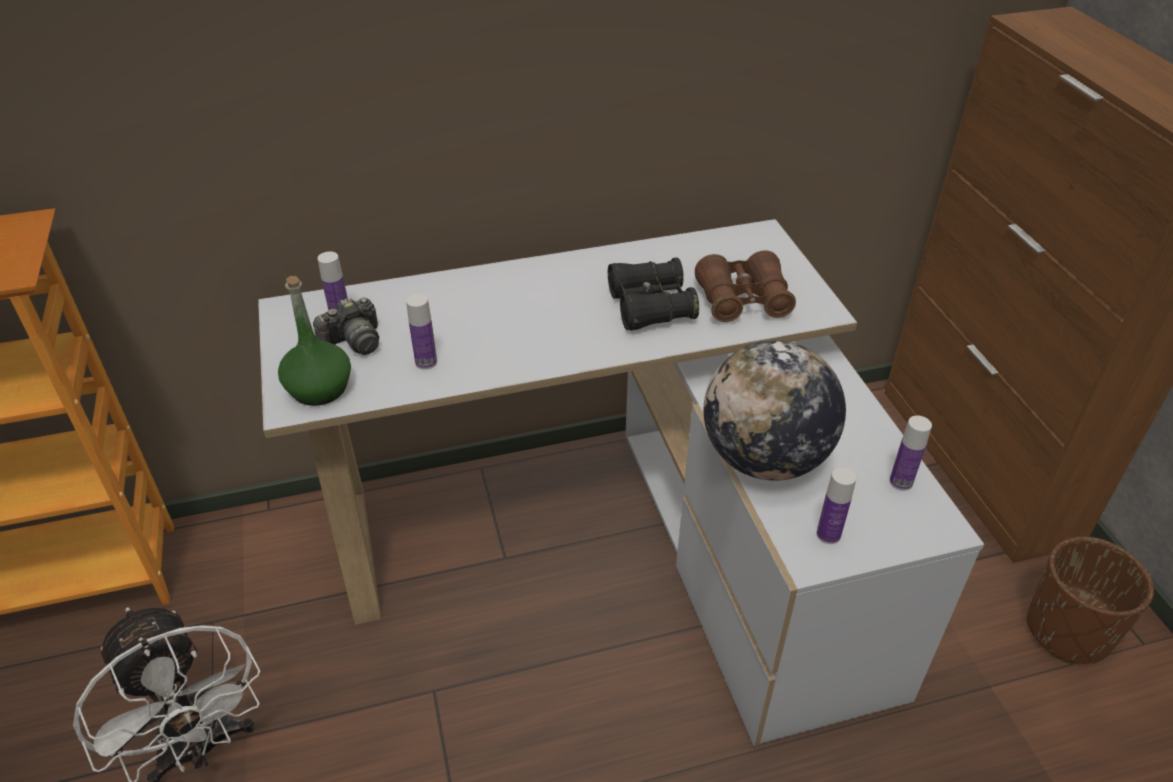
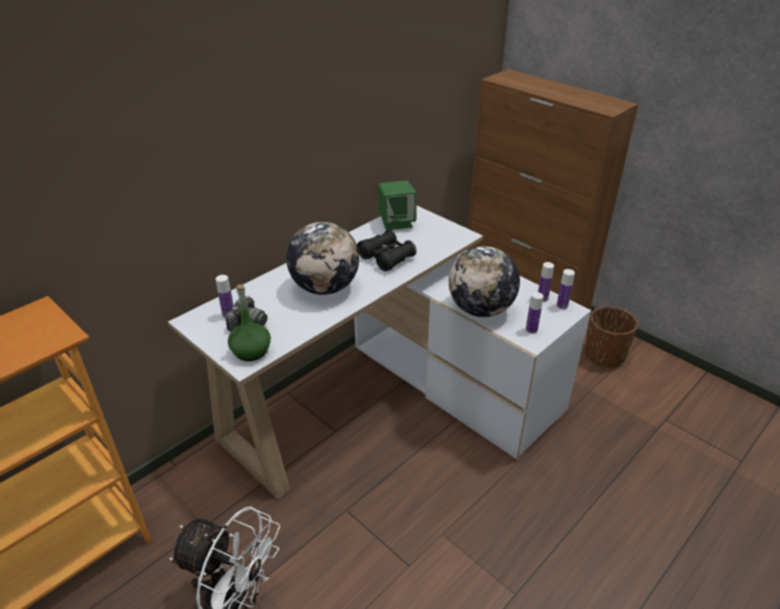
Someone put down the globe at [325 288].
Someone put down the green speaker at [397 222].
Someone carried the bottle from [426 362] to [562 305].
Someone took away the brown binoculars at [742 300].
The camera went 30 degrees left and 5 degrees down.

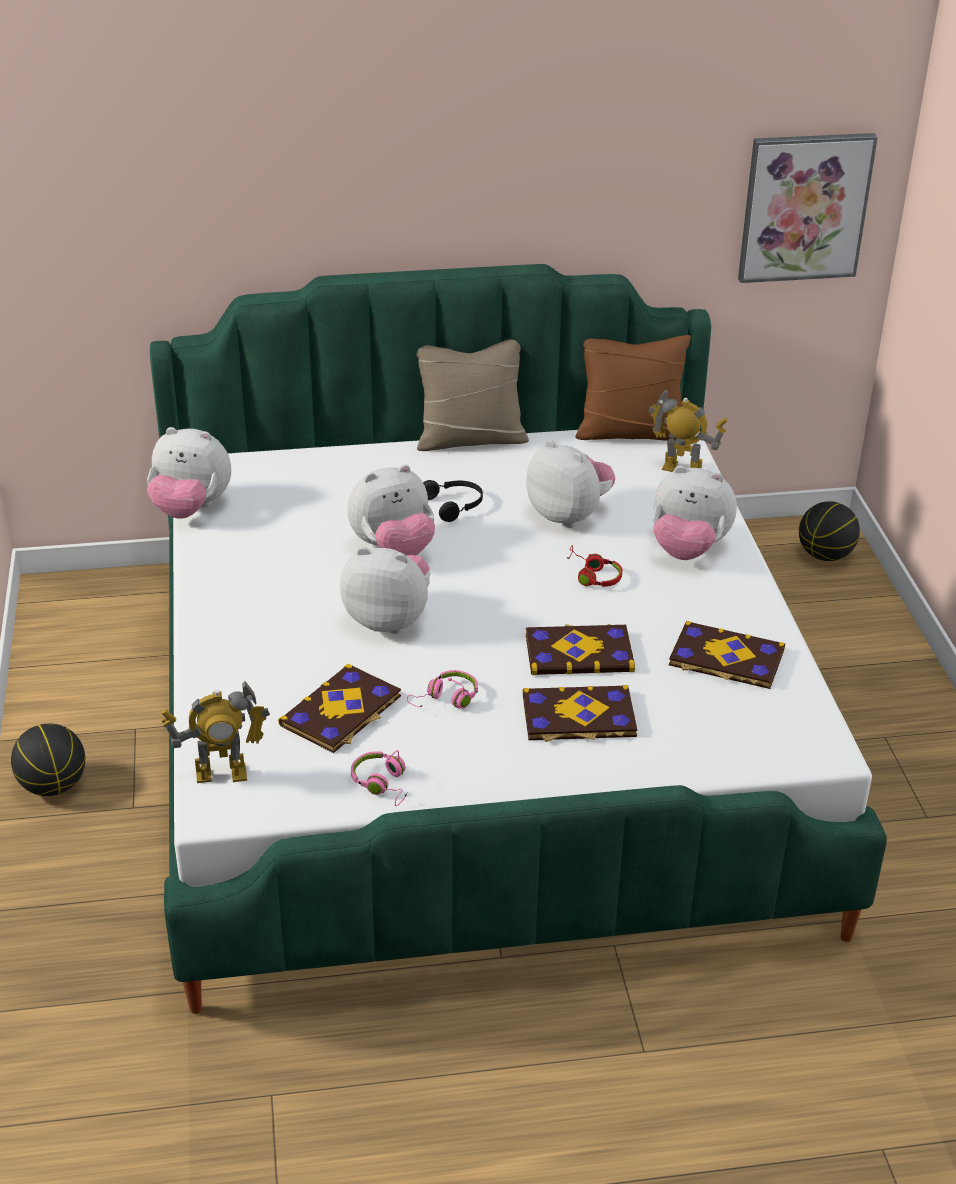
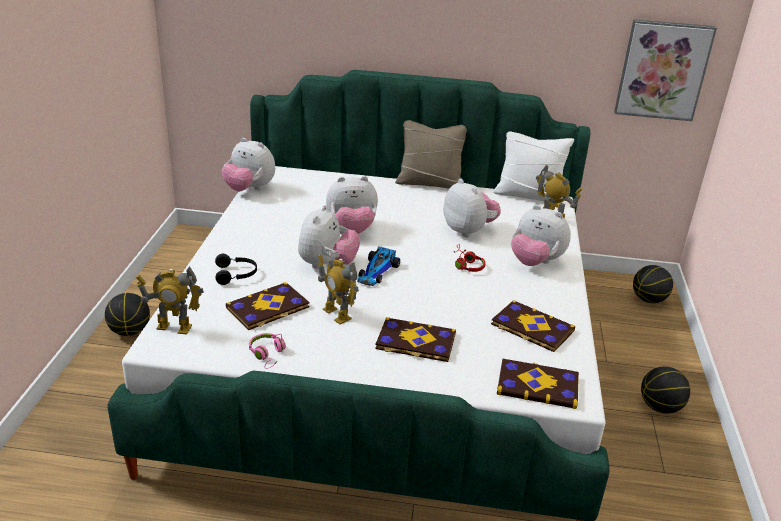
Someone carried the black headphones from [455 505] to [236 274].
Someone rotated the plush toy at [389 620] by 75 degrees clockwise.
Someone swapped the pink headphones at [446 699] for the toy robot at [336 314].
Someone put down the toy car at [377 272].
Someone repainted the brown pillow at [630 432], which became the white pillow at [528 195].
Someone carried the book from [579 652] to [537 385].
Someone put down the basketball at [660 407].
The camera went 15 degrees right and 5 degrees down.

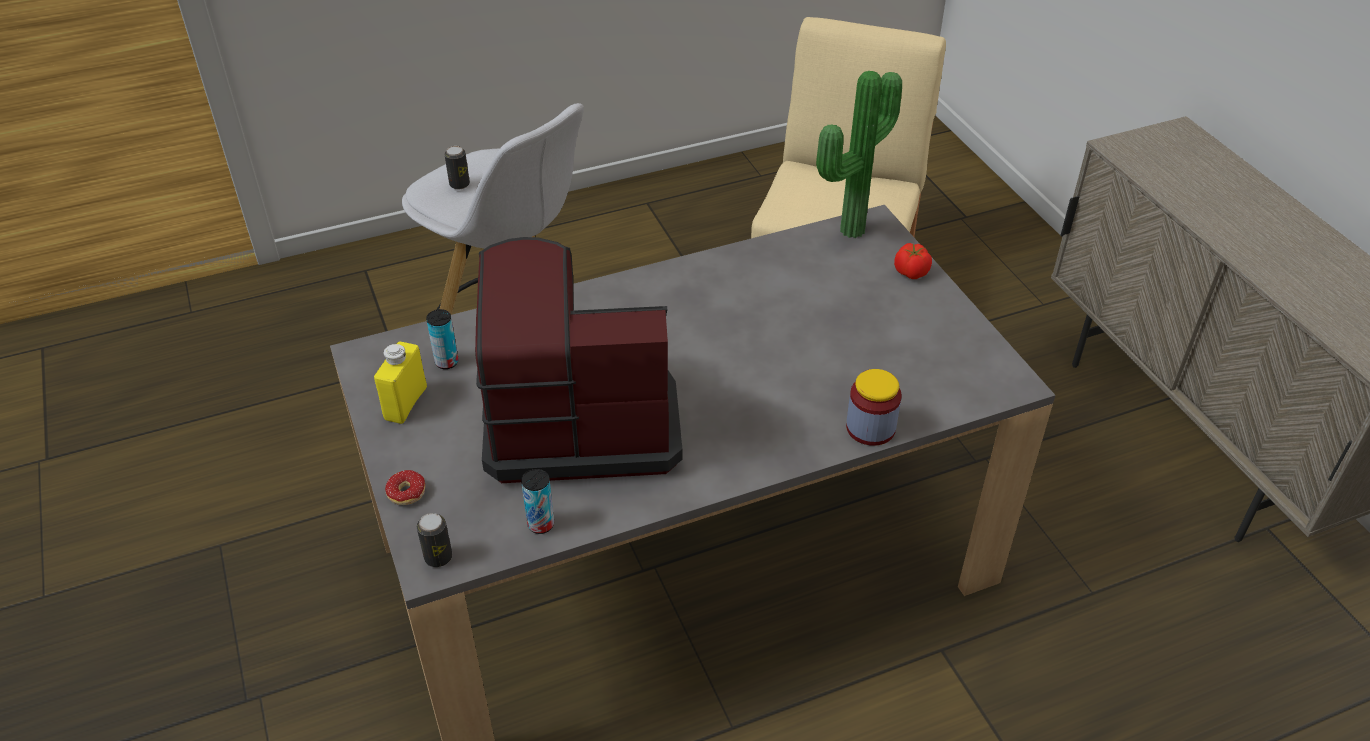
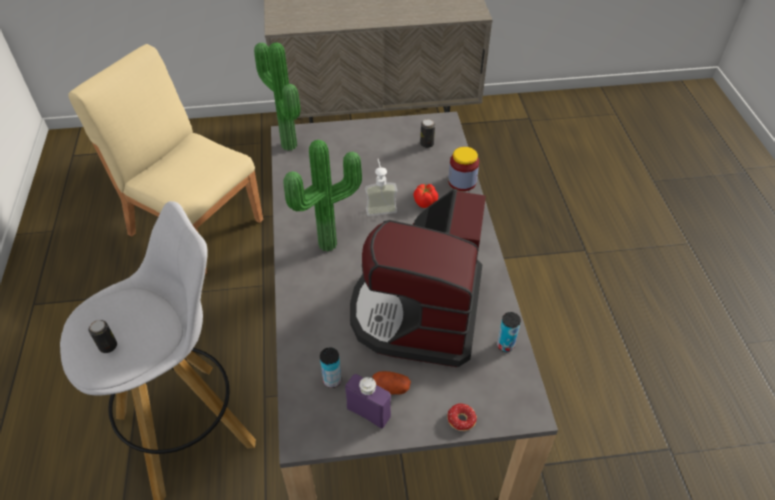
Someone put down the potted plant at [330 246].
Someone repainted the yellow bottle at [405 403], which became the purple bottle at [368 412].
Someone put down the soap dispenser at [380 206].
Someone put down the potato at [390 388].
Someone carried the tomato from [911 273] to [425 203].
Someone carried the can from [438 557] to [427 144].
The camera went 75 degrees left and 5 degrees up.

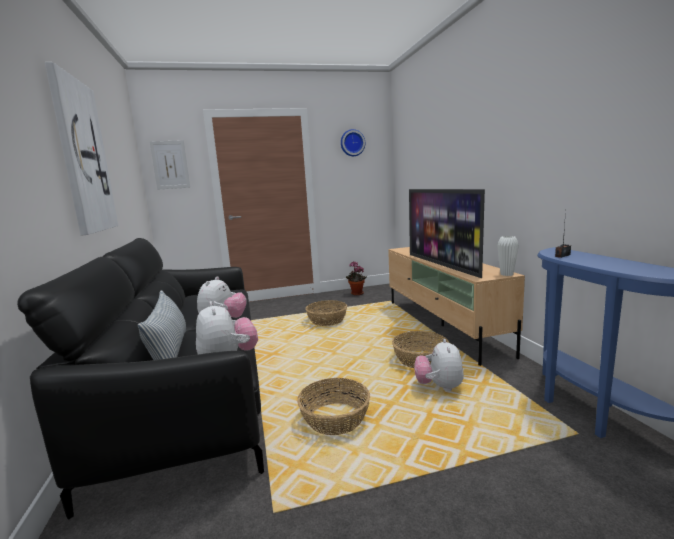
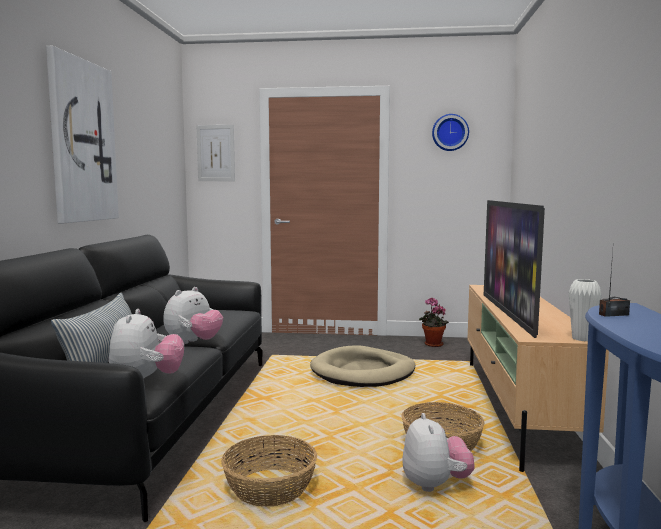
Someone swapped the basket at [327 320] for the beige dog bed at [363 372].
Someone rotated the plush toy at [439 387] by 150 degrees clockwise.
The camera went 20 degrees right and 5 degrees down.

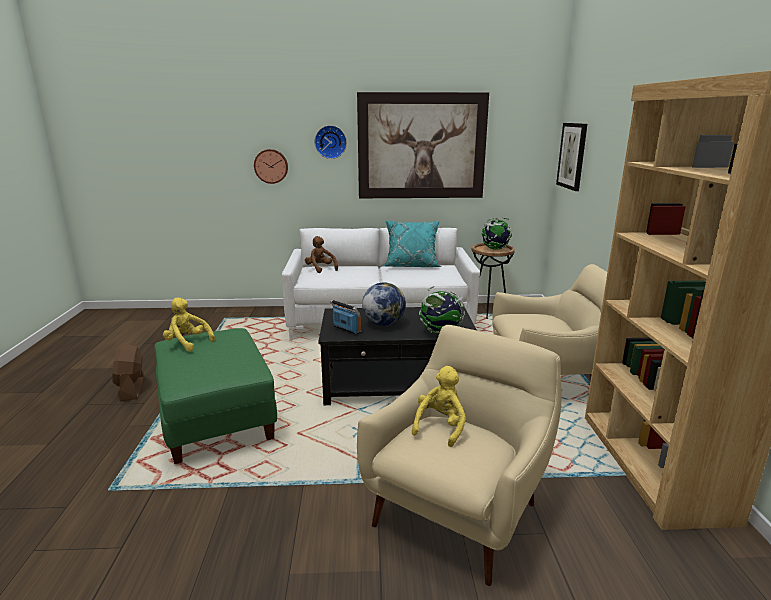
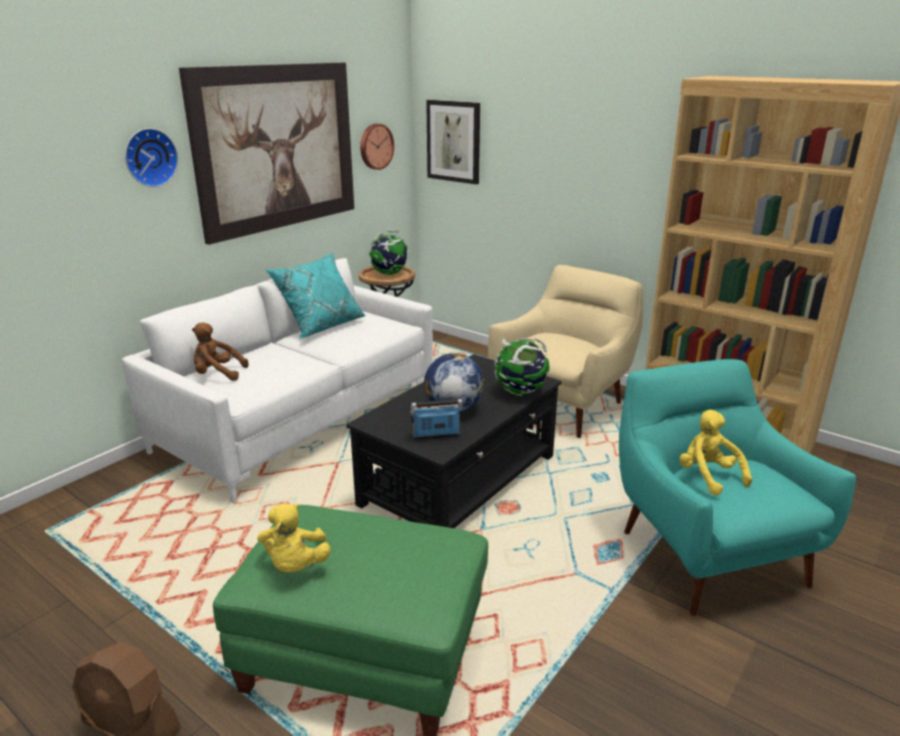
Someone rotated the yellow plush toy at [187 343] by 75 degrees counterclockwise.
Someone carried the wall clock from [271 166] to [375 146].
Someone repainted the beige armchair at [459 509], which became the turquoise armchair at [707 552].
The camera went 50 degrees left and 5 degrees up.

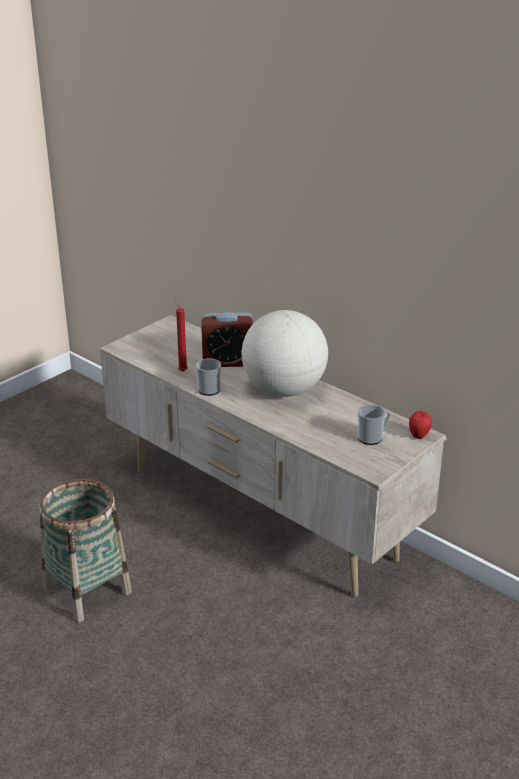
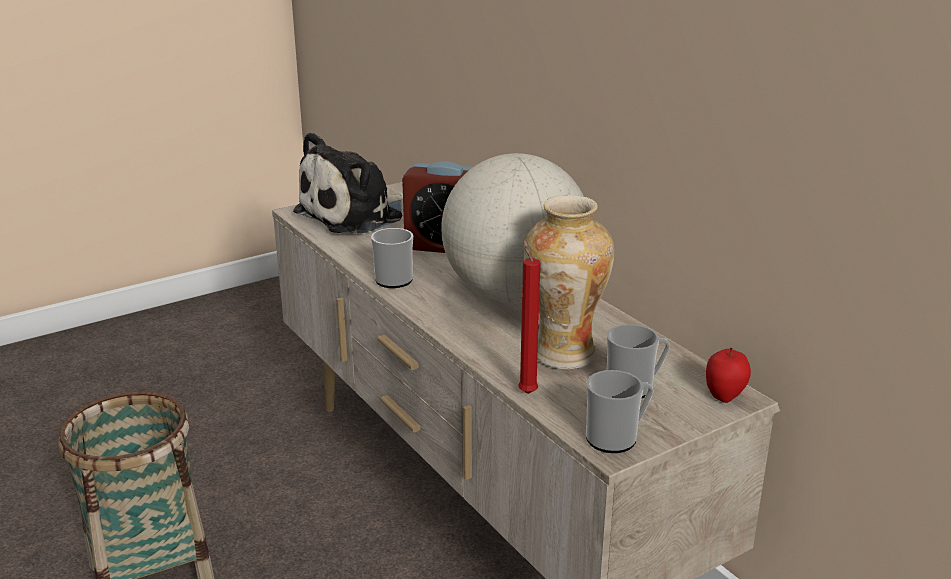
Someone put down the plush toy at [355 215].
Someone carried the red candle from [182 371] to [526 391].
Someone put down the vase at [563 355].
Someone put down the mug at [617 438].
The camera went 15 degrees right and 5 degrees down.

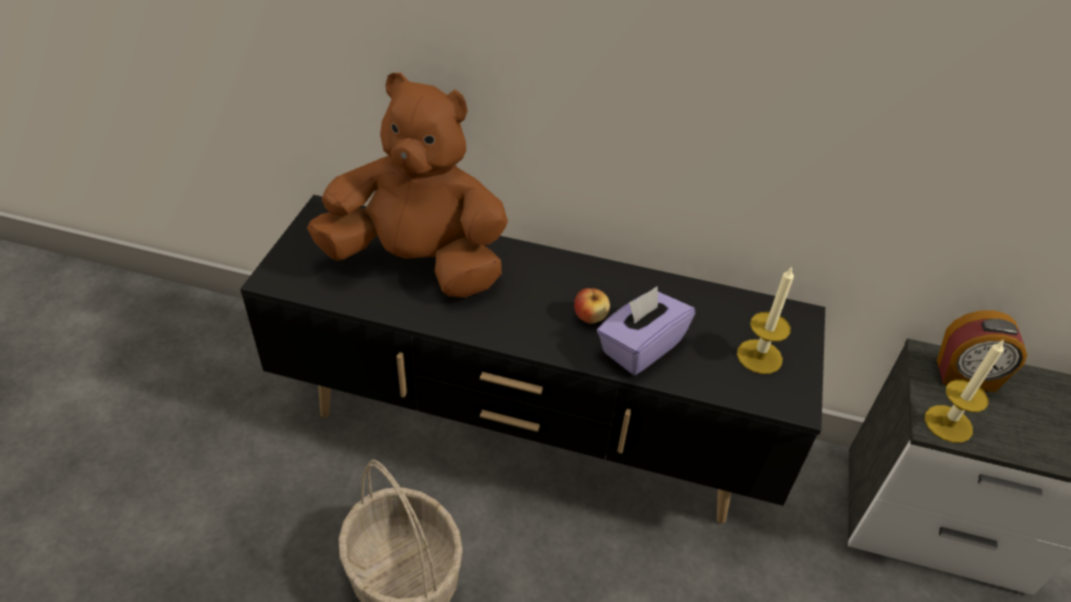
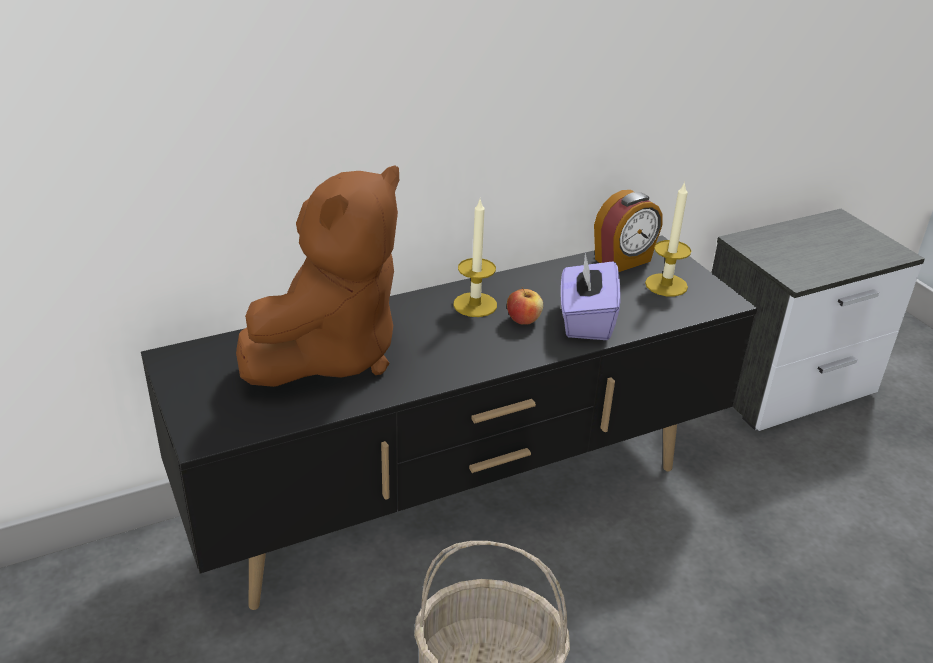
Someone rotated the brown plush toy at [418 263] by 150 degrees clockwise.
Someone carried the candle from [948 424] to [475 304].
Someone carried the alarm clock from [965 377] to [623 261].
The camera went 40 degrees left and 10 degrees down.

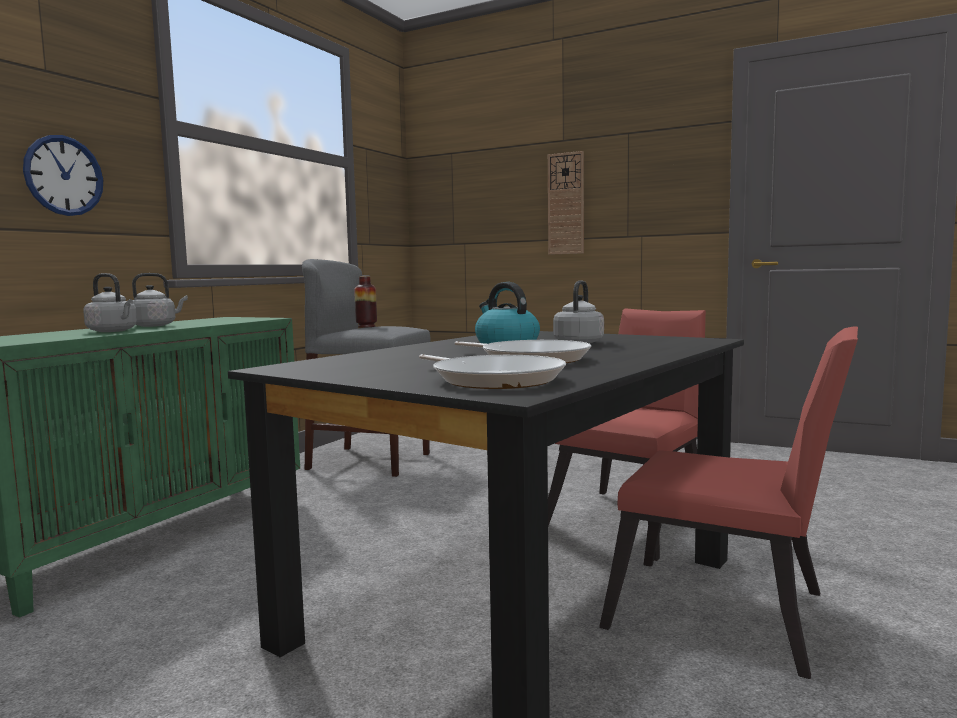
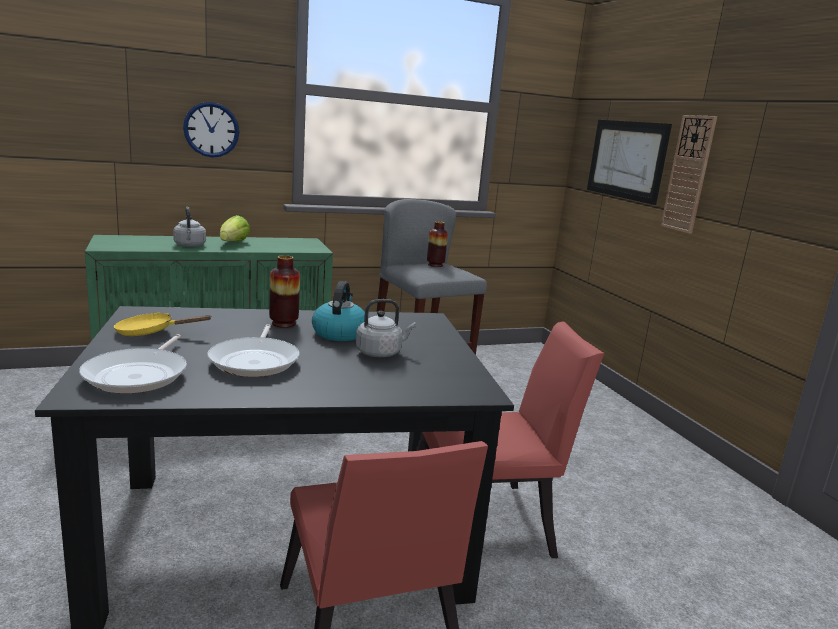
Someone put down the yellow frying pan at [151 332].
Someone swapped the grey kettle at [156 325] for the lettuce at [233 243].
Someone put down the vase at [283 323].
Someone put up the picture at [626 159].
The camera went 40 degrees right and 10 degrees up.

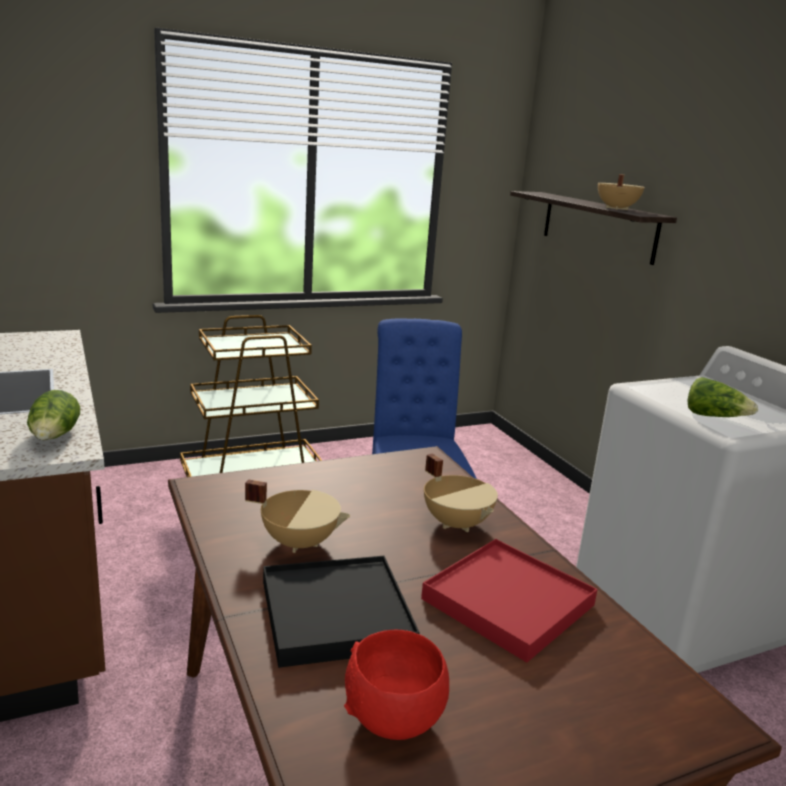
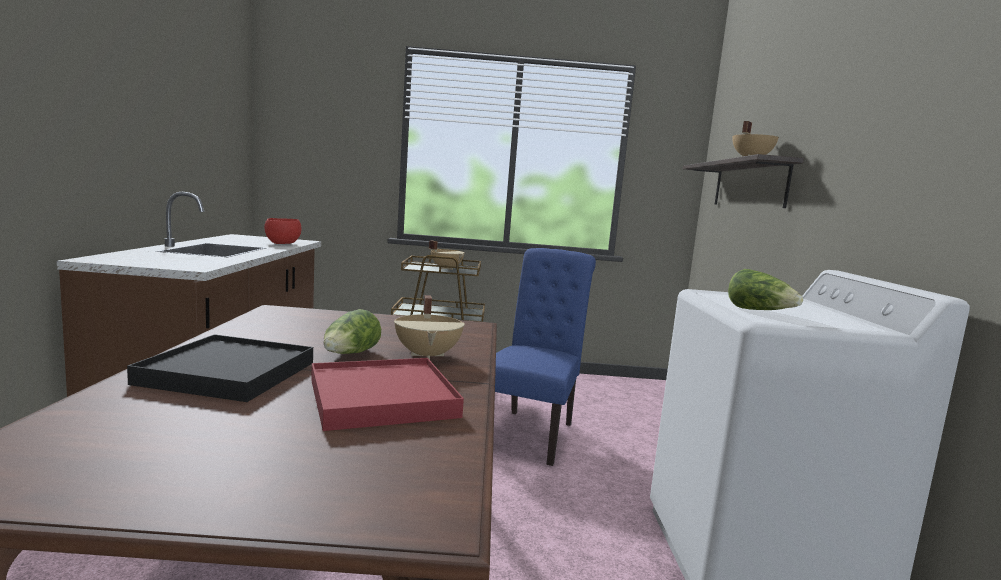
Someone carried the red bowl from [395 719] to [283 243].
Someone carried the lettuce from [55 437] to [350 355].
Someone carried the beige cooking pot from [299 542] to [446 268].
The camera went 25 degrees right and 10 degrees down.

